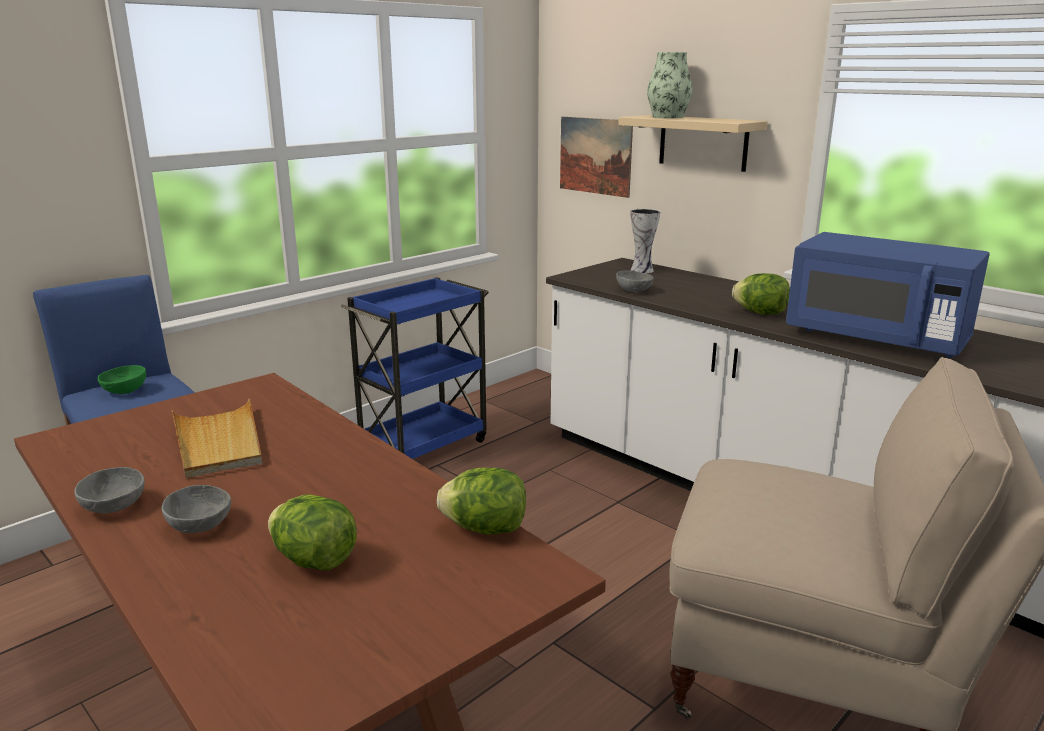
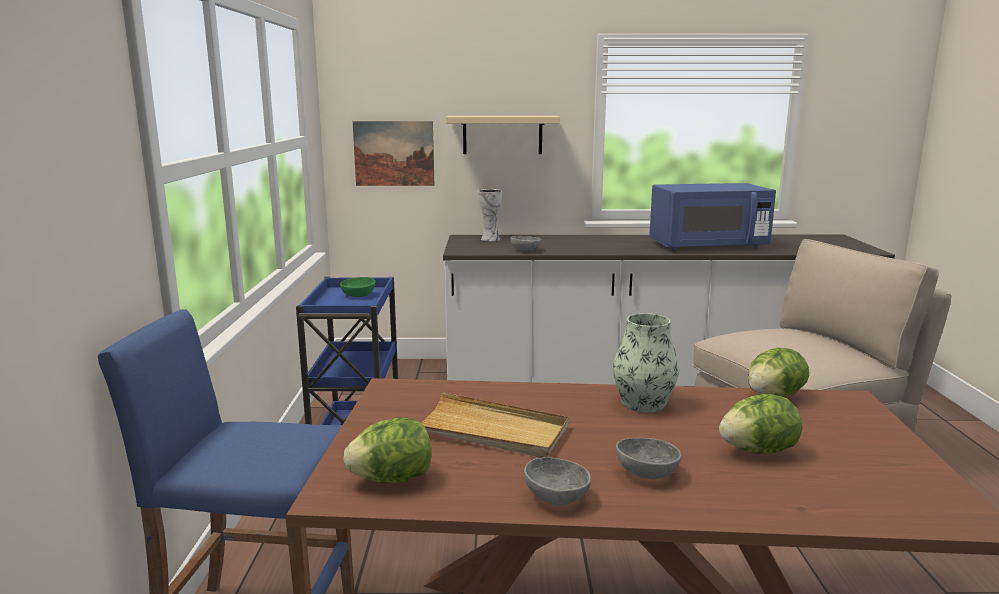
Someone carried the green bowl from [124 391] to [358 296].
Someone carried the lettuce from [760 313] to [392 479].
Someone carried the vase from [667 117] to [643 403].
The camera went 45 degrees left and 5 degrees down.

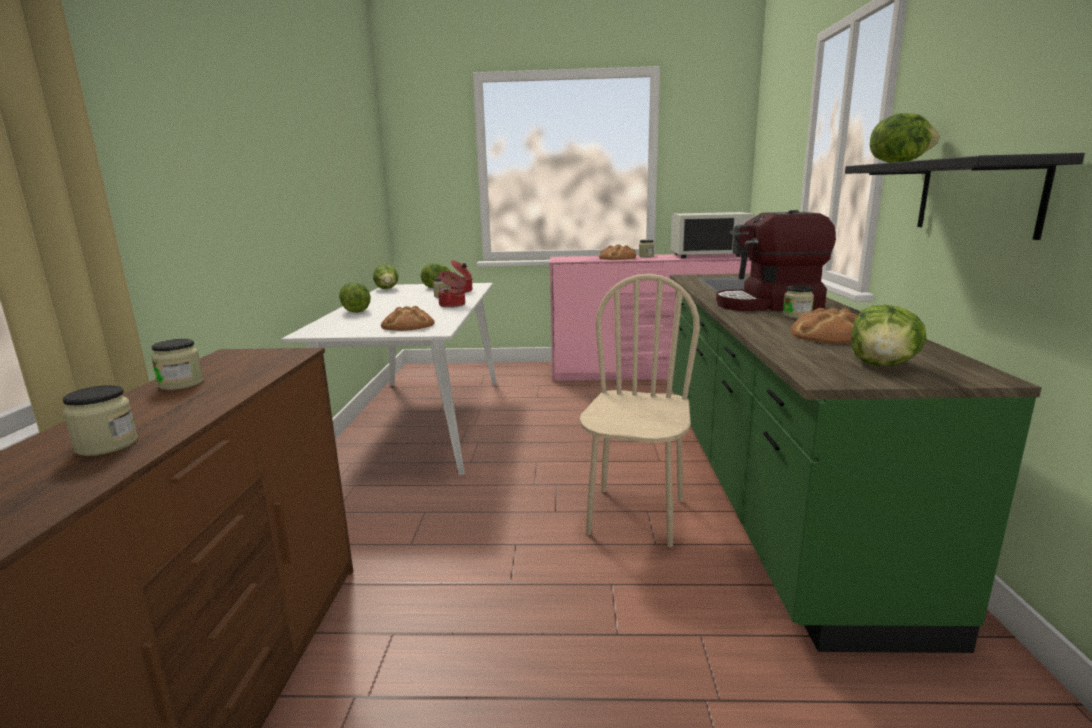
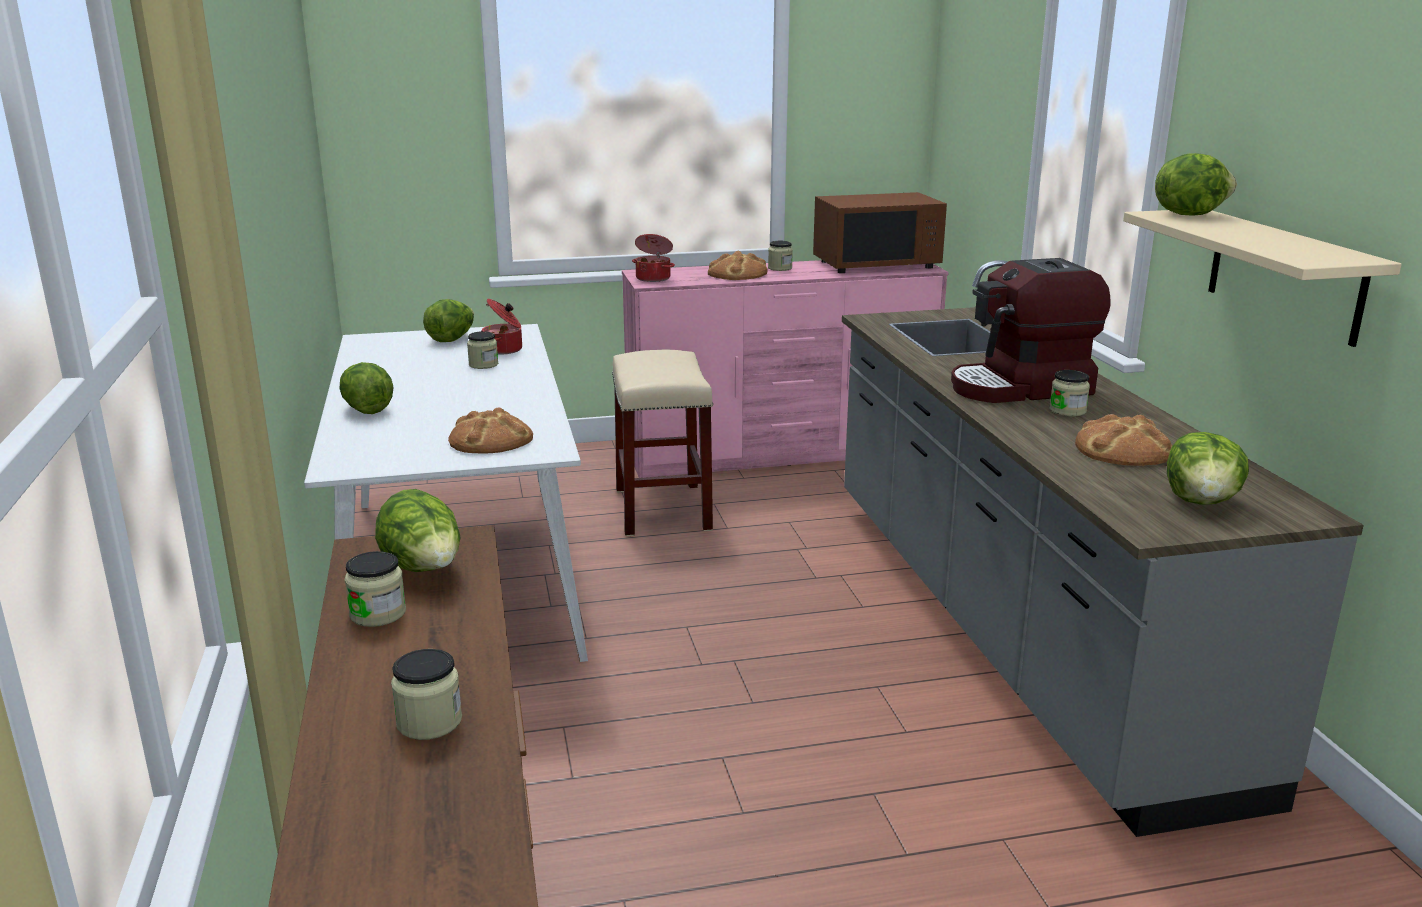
Someone carried the lettuce from [387 289] to [424 570].
Someone put down the beige stool at [663 510].
Someone carried the cooking pot from [453 305] to [654 278].
Someone repainted the white microwave at [709 255], which became the brown microwave at [876 264].
Someone repainted the green counter at [763 484], which became the grey counter at [1012 627].
Someone repainted the black shelf at [977 196], which became the beige shelf at [1284 275].
Someone took away the beige chair at [635 516].
The camera went 15 degrees left and 5 degrees up.

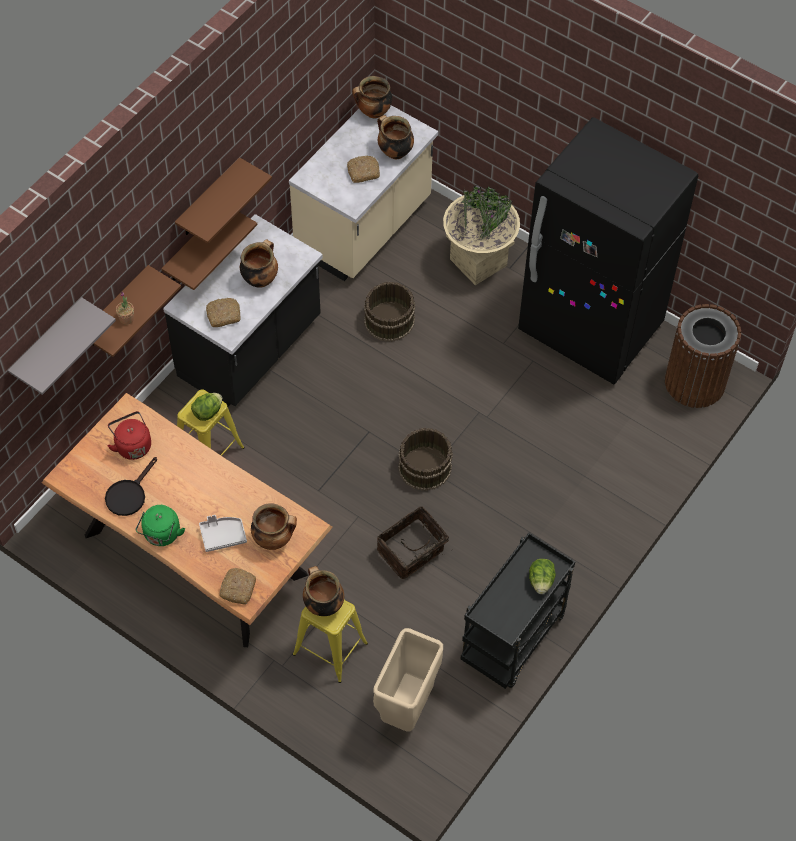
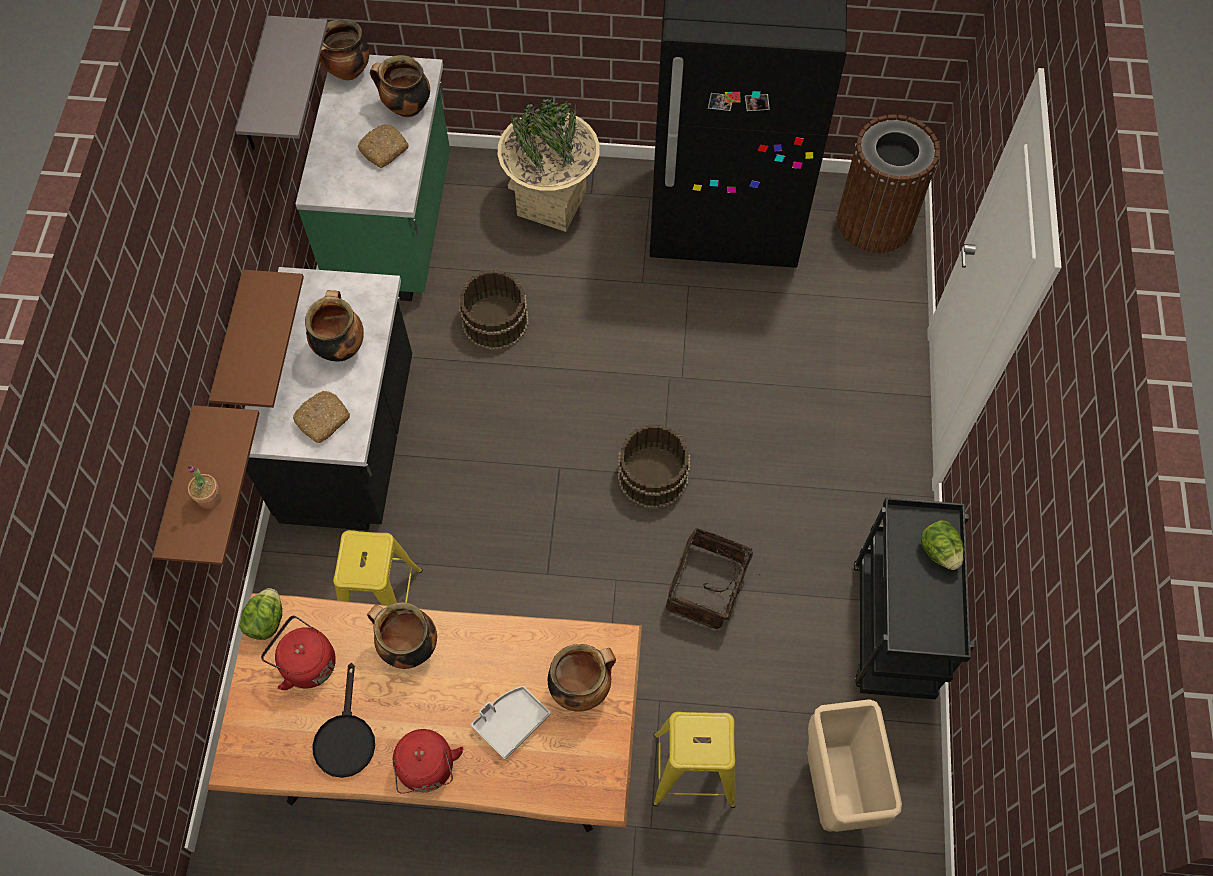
Someone carried the grey shelf from [48 343] to [257 89].
Someone carried the lettuce from [207 412] to [266 621].
Someone repainted the beige counter at [365 227], which became the green counter at [395 226].
Someone carried the cooking pot from [323 604] to [408 647].
Someone repainted the green kettle at [161 535], which became the red kettle at [427 770].
Someone took away the brown shelf at [208 199].
Someone took away the bread at [238 588].
The camera went 30 degrees left and 5 degrees up.

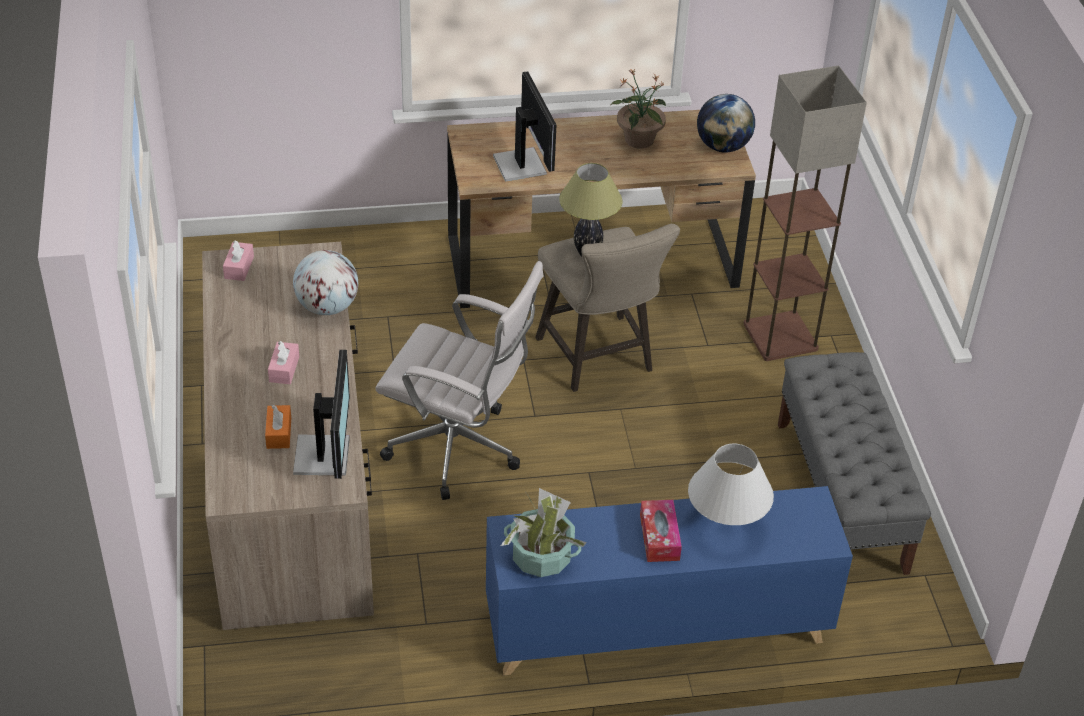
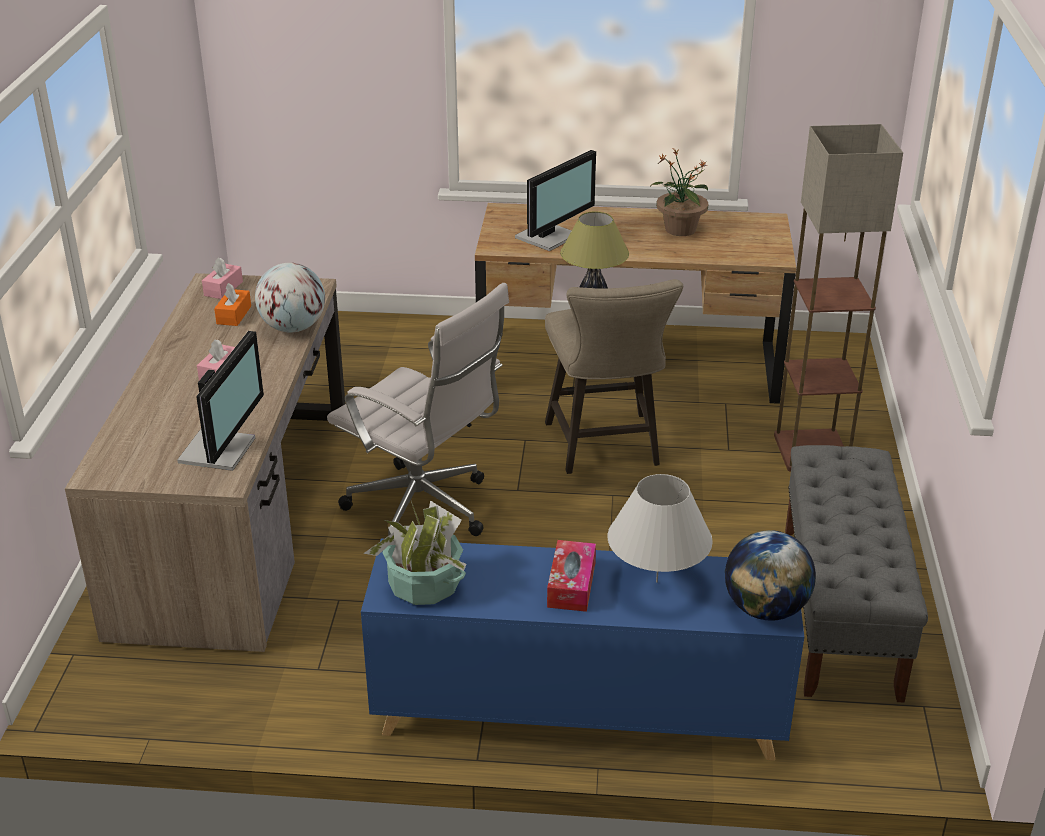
Someone carried the orange tissue box from [279 433] to [234 315].
Someone rotated the monitor at [522 164] by 45 degrees clockwise.
Someone carried the globe from [723 146] to [766 609].
The camera went 15 degrees right and 10 degrees down.

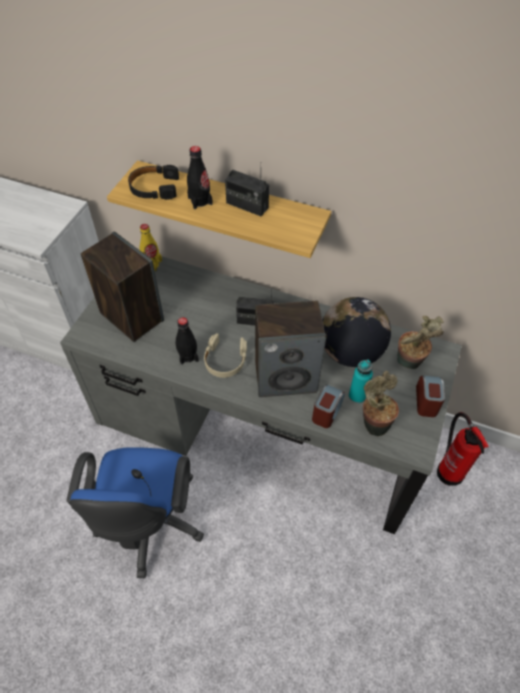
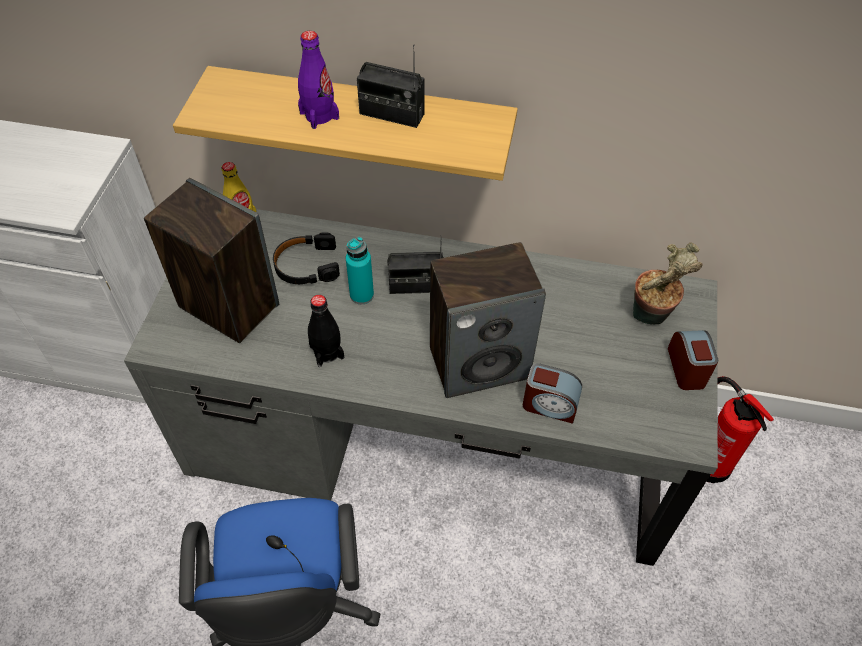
Someone carried the black headphones from [154 188] to [306 266].
Someone repainted the black bottle at [200 201], which became the purple bottle at [319 115].
Someone carried the turquoise bottle from [357 396] to [361 295].
Someone rotated the alarm clock at [326 412] by 90 degrees clockwise.
Someone took away the beige headphones at [225 360].
Someone took away the globe at [350 352].
Someone took away the potted plant at [373 423].
The camera went 10 degrees left and 0 degrees up.

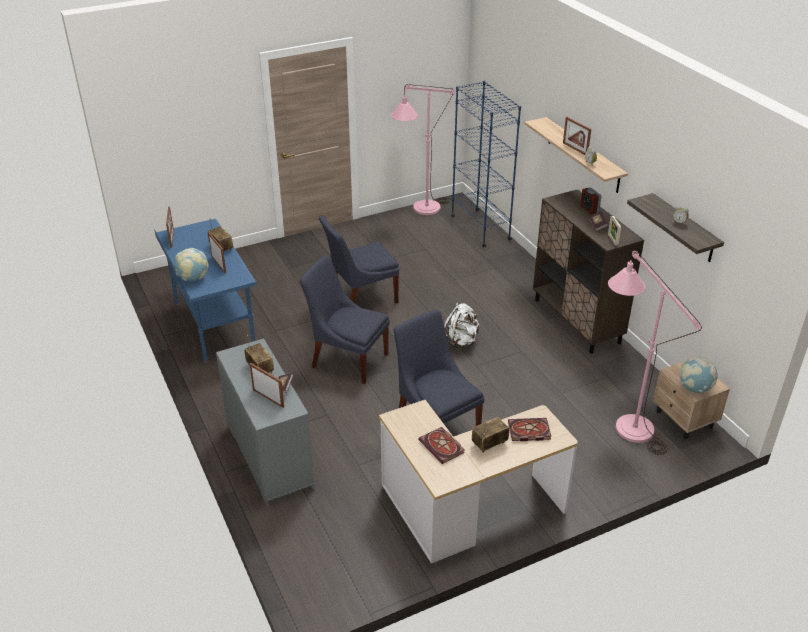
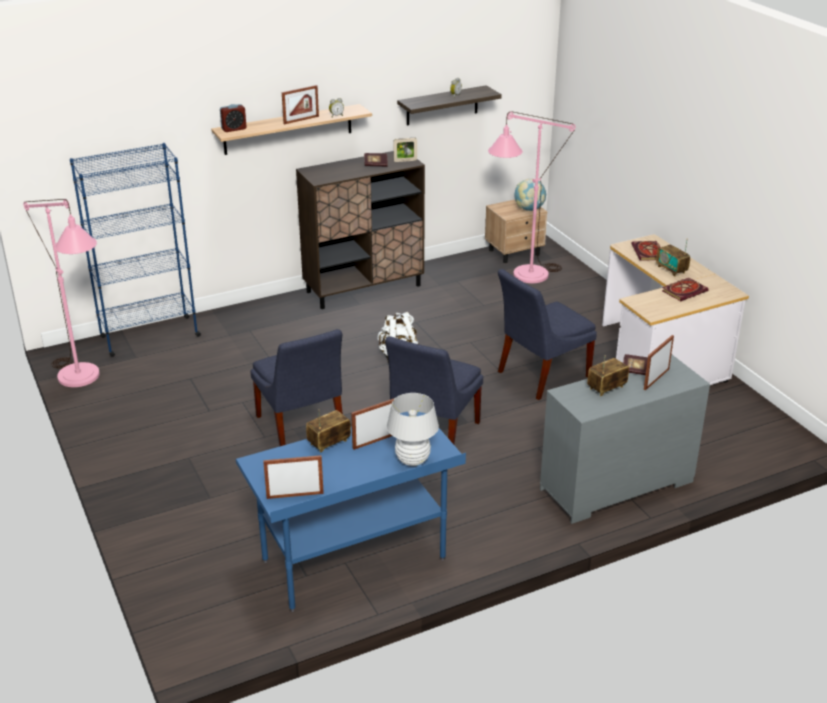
Someone carried the alarm clock from [589 209] to [234 129].
Someone swapped the globe at [193 278] for the white table lamp at [413 460].
The camera went 90 degrees left and 5 degrees down.

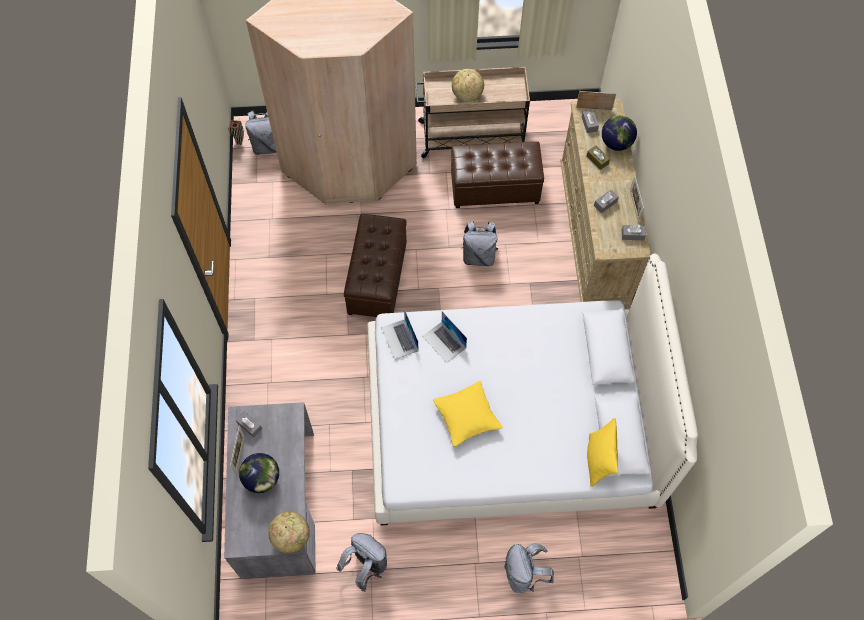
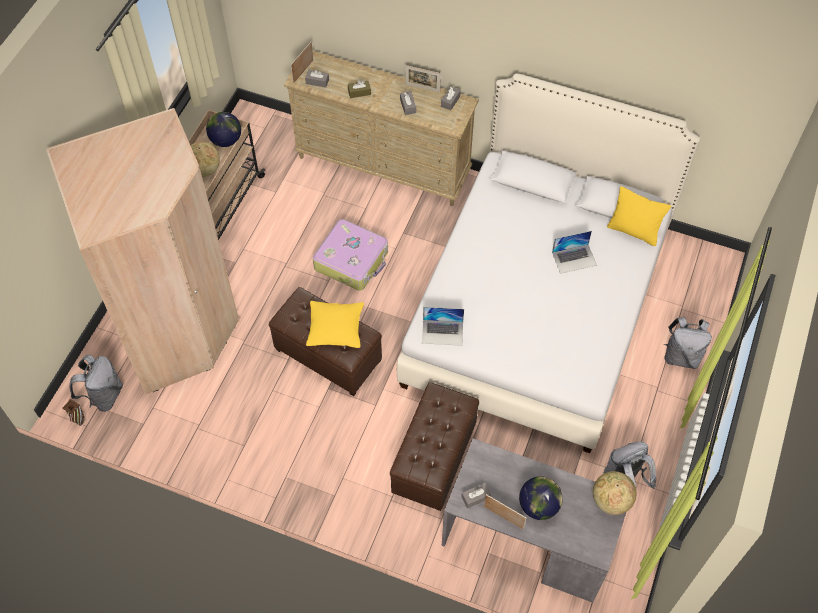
Someone carried the globe from [616 143] to [226 140].
Someone carried the yellow pillow from [467 417] to [335 329].
Someone swapped the grey backpack at [478 256] for the suitcase at [352 260].
Someone carried the brown ottoman from [494 188] to [433 458].
Someone carried the laptop from [444 342] to [574 258].
The camera went 65 degrees left and 5 degrees down.

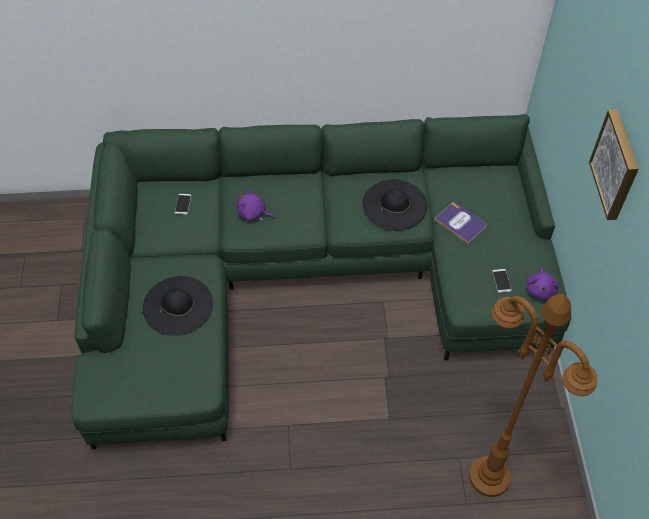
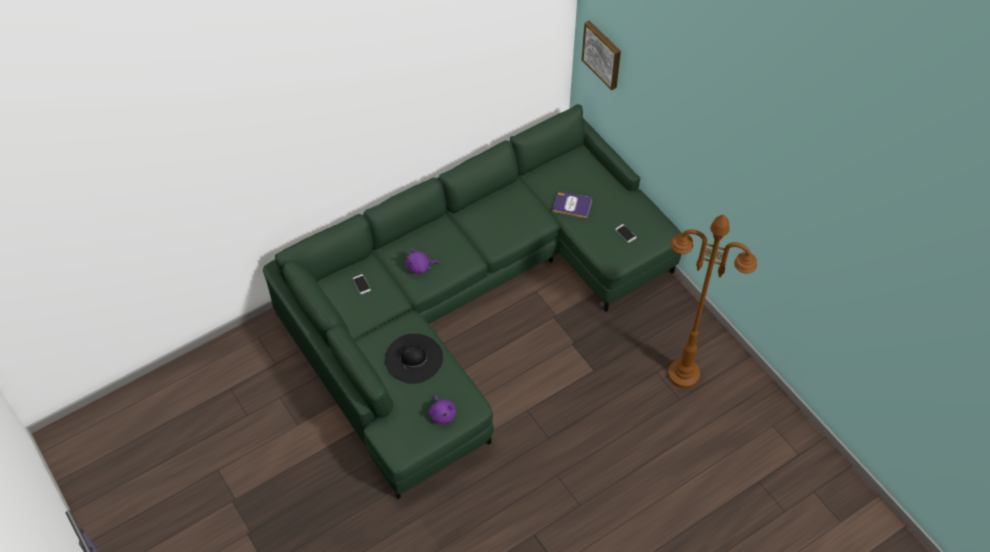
Someone carried the purple plush toy from [540 289] to [442 414].
Someone carried the picture from [617 165] to [603 54].
Someone took away the black hat at [394 205].
The camera went 30 degrees left and 0 degrees up.

